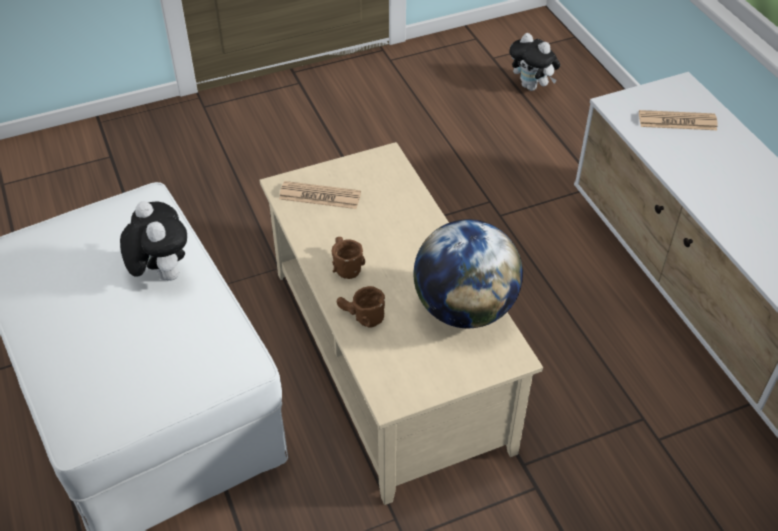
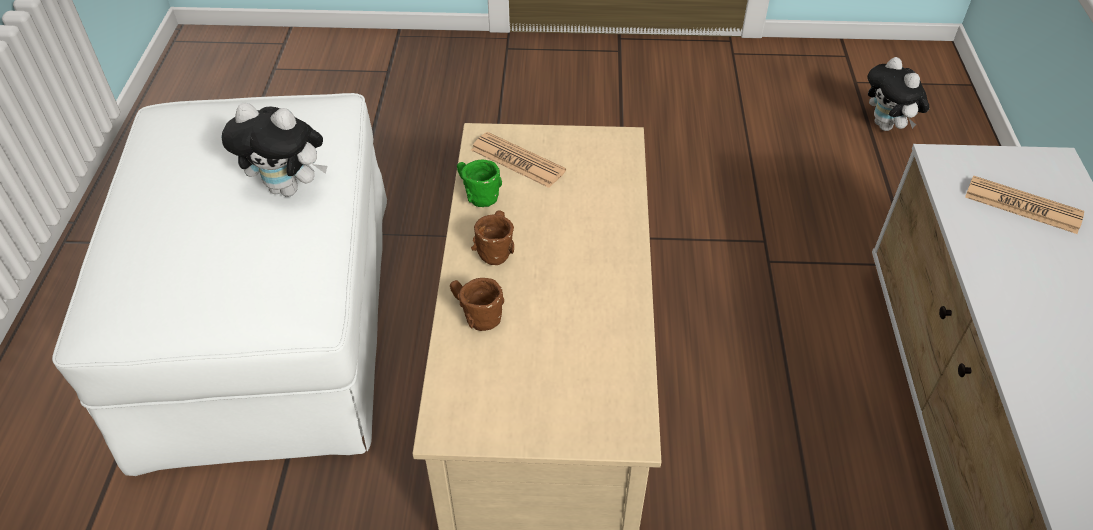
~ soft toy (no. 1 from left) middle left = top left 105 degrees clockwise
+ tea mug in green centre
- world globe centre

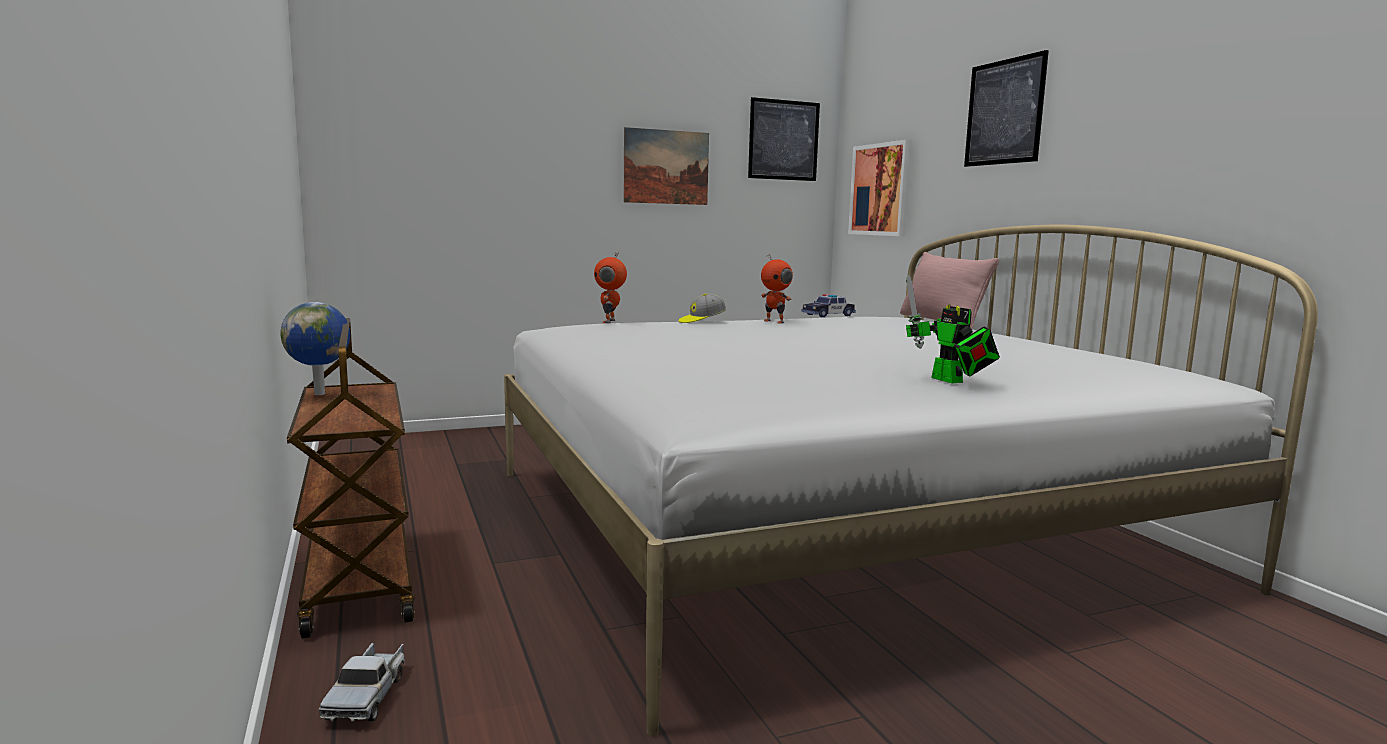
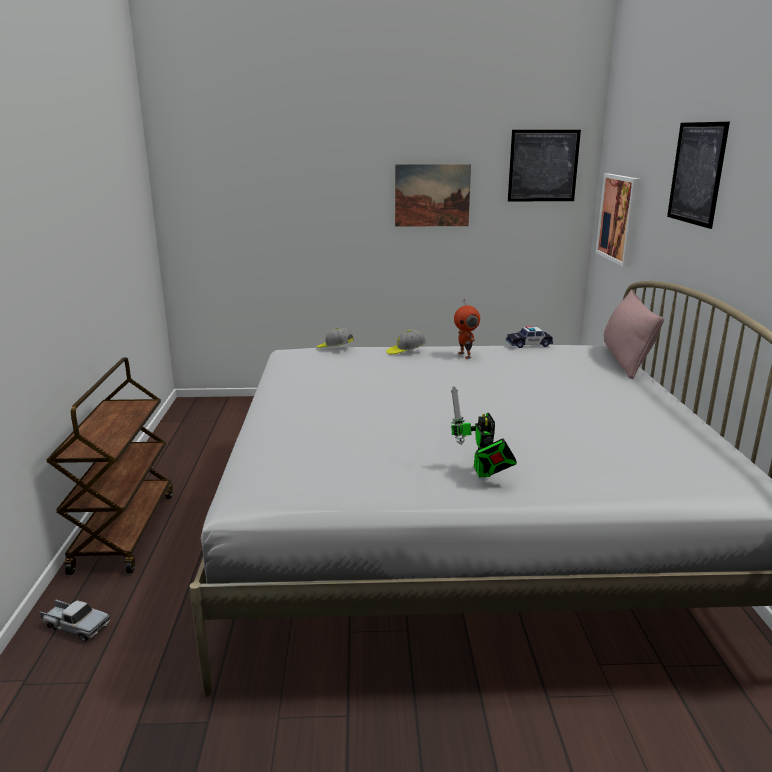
~ model truck bottom left = bottom left 90 degrees counterclockwise
~ toy robot (no. 1 from left) centre to peaked cap (no. 1 from left) centre
- world globe middle left

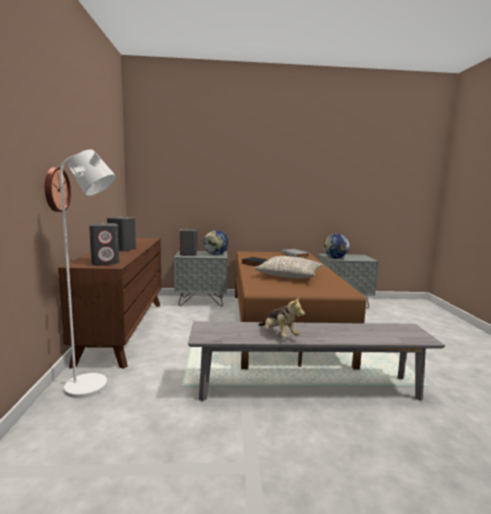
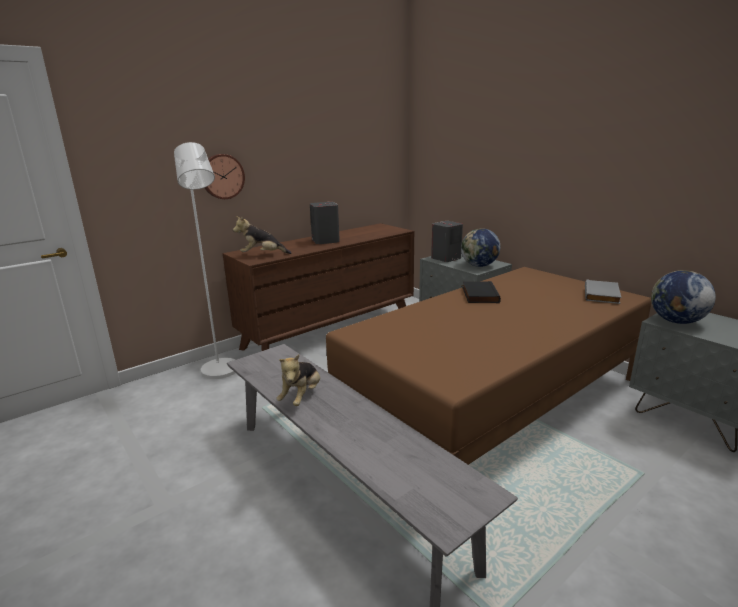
~ speaker in gray (no. 1 from left) middle left to soft toy (no. 1 from left) centre
- pillow in gray centre

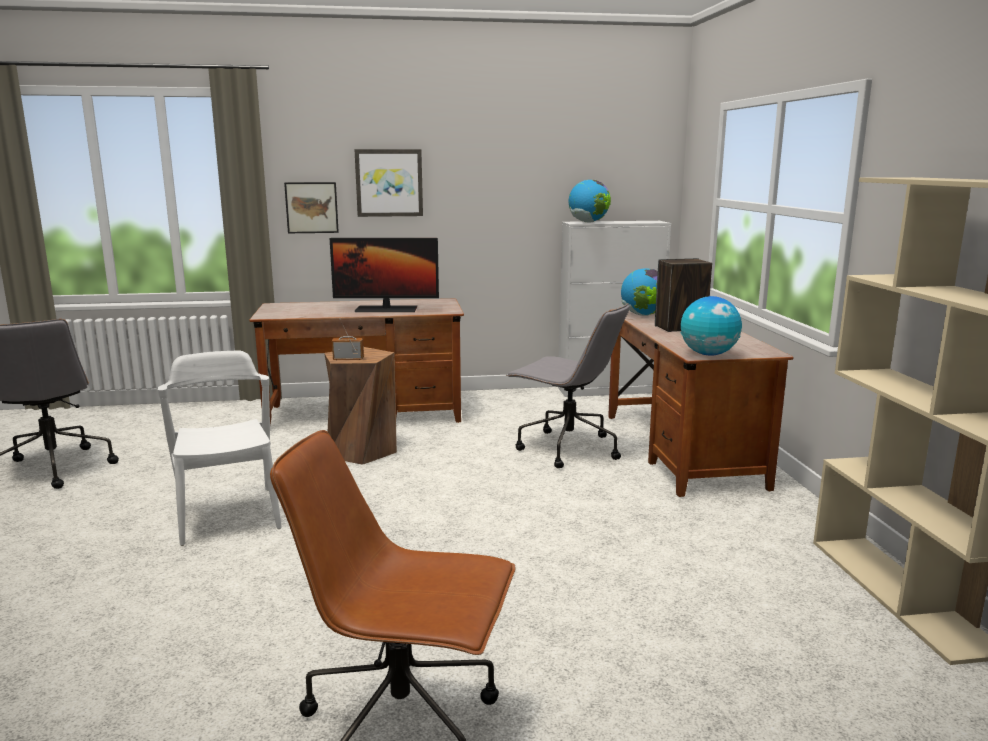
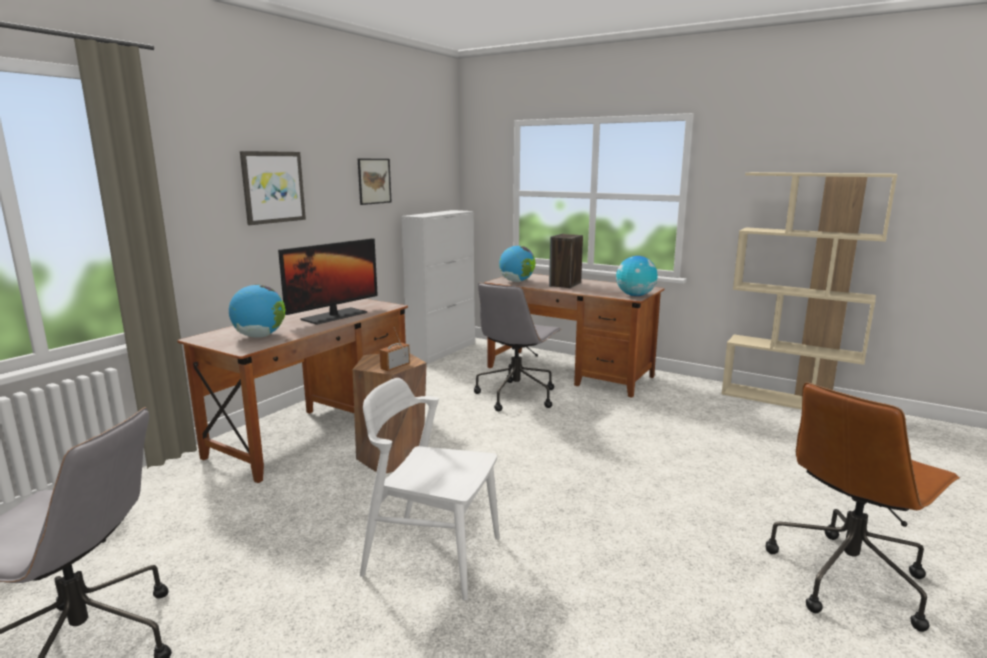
~ world globe (no. 1 from left) top centre to middle left
~ picture (no. 1 from left in the first image) top left to picture (no. 2 from left) top centre
~ office chair in gray (no. 2 from left) centre = centre 135 degrees clockwise

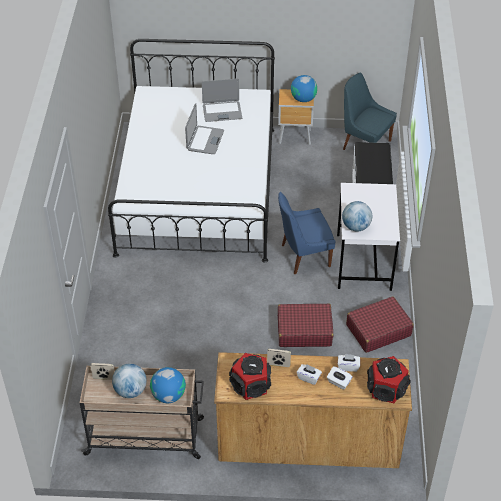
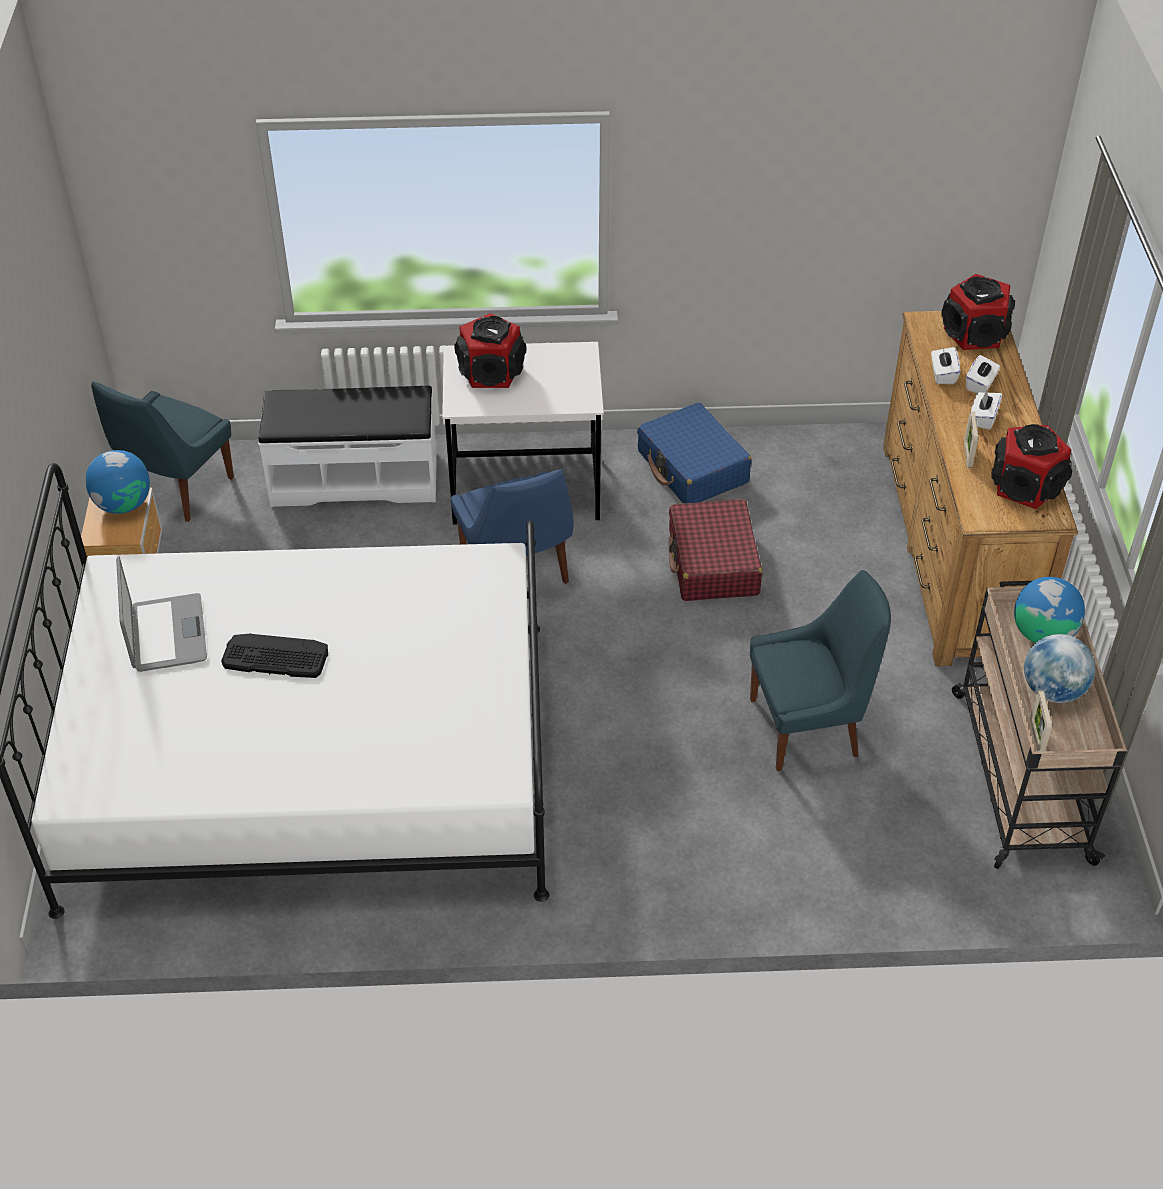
~ notebook computer (no. 1 from left) top centre to PC keyboard middle left
+ speaker (no. 1 from left) top centre
~ suitcase in reddish (no. 2 from left) middle right to suitcase in bluish centre
+ chair in bluish (no. 3 from left) middle right
- world globe (no. 4 from left) middle right

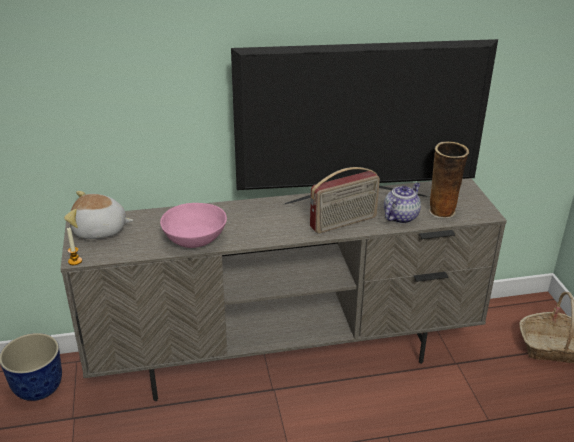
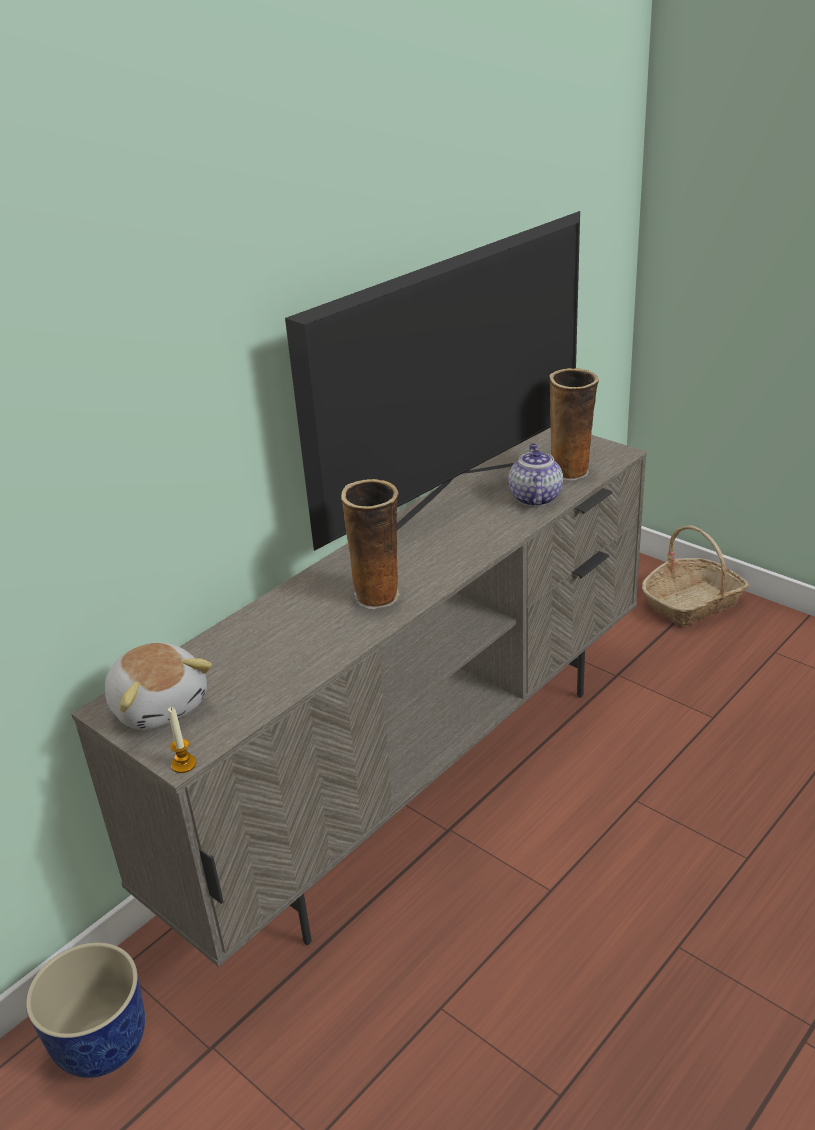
~ soft toy middle left = middle left 90 degrees counterclockwise
+ decorative vase (no. 1 from left) centre
- serving bowl in pinkish centre
- radio receiver centre

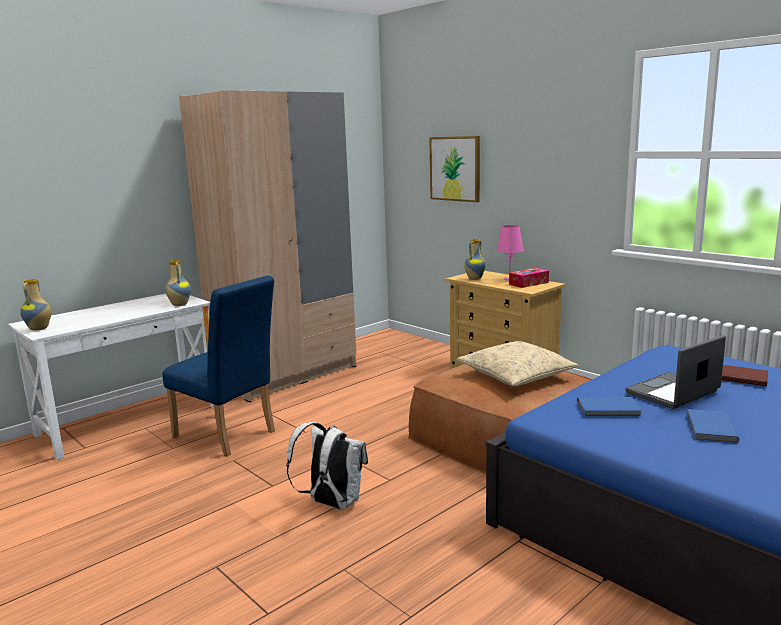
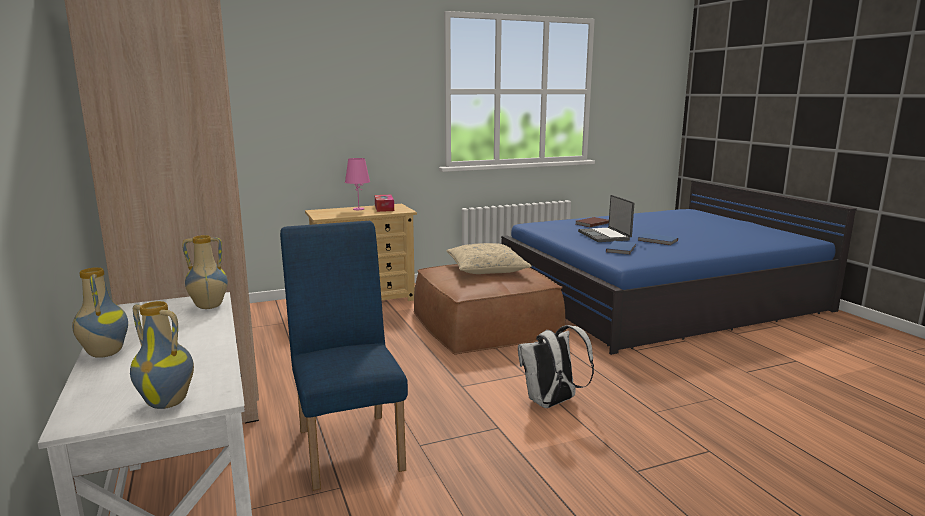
~ decorative vase (no. 3 from left in the first image) centre to decorative vase (no. 1 from left) middle left
~ chair in bluish middle left = bottom centre 75 degrees counterclockwise
- picture top centre

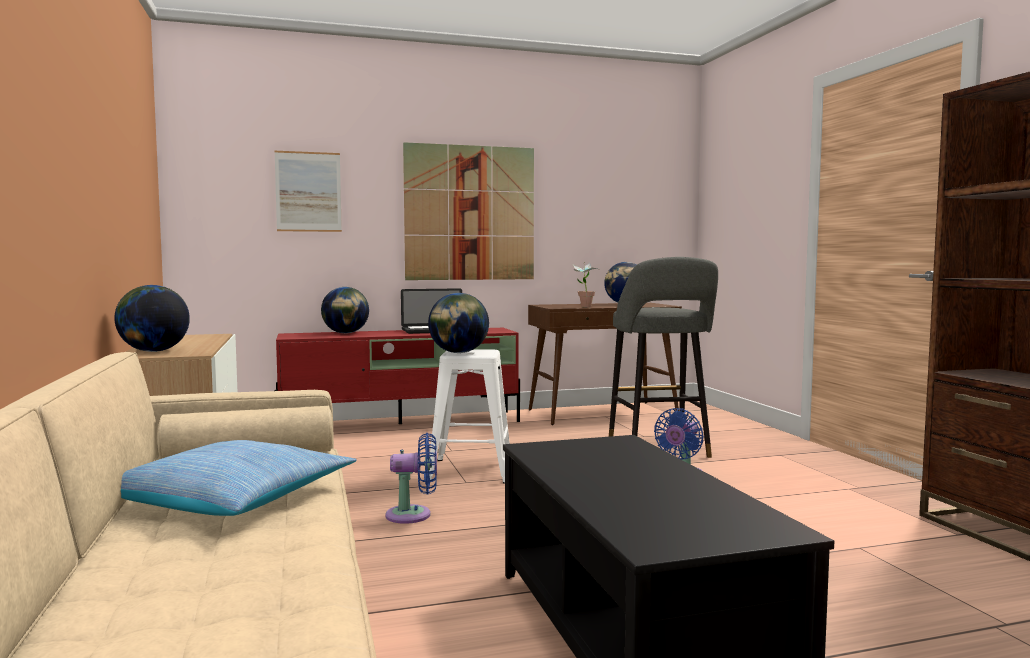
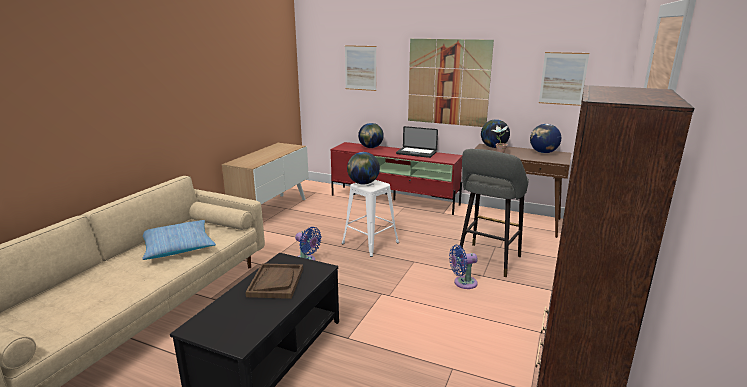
+ serving tray in brown bottom centre
~ world globe (no. 1 from left in the first image) middle left to world globe (no. 3 from left) centre
+ picture (no. 3 from left) top right

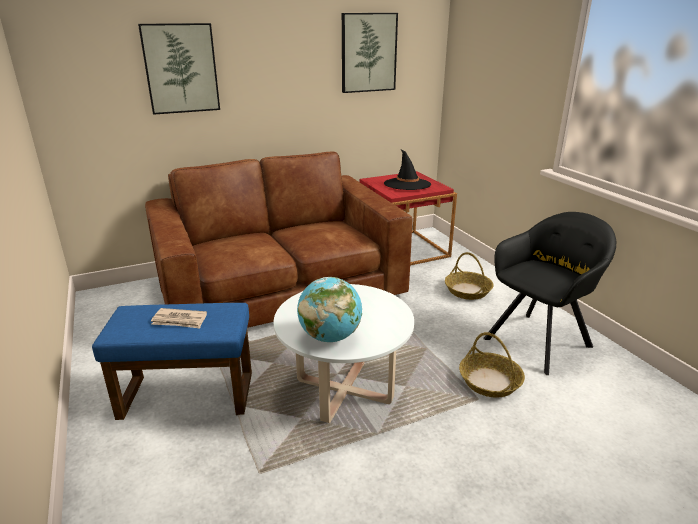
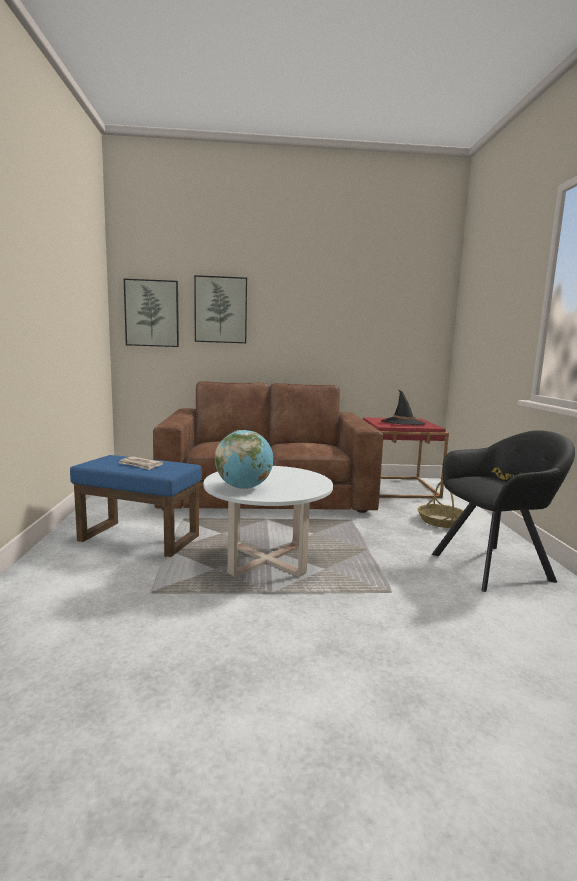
~ picture (no. 2 from left in the first image) top centre to picture (no. 1 from left) middle left
- basket (no. 2 from left) bottom right

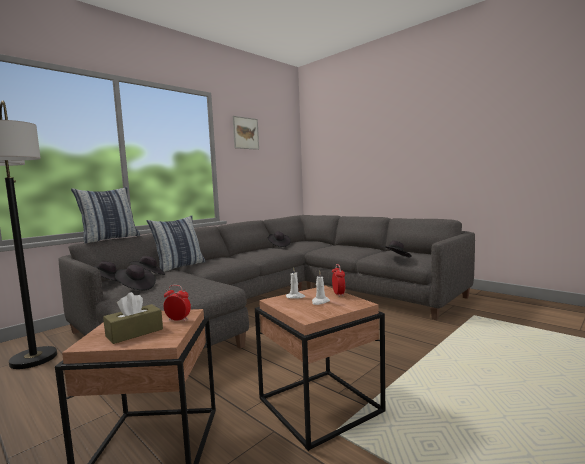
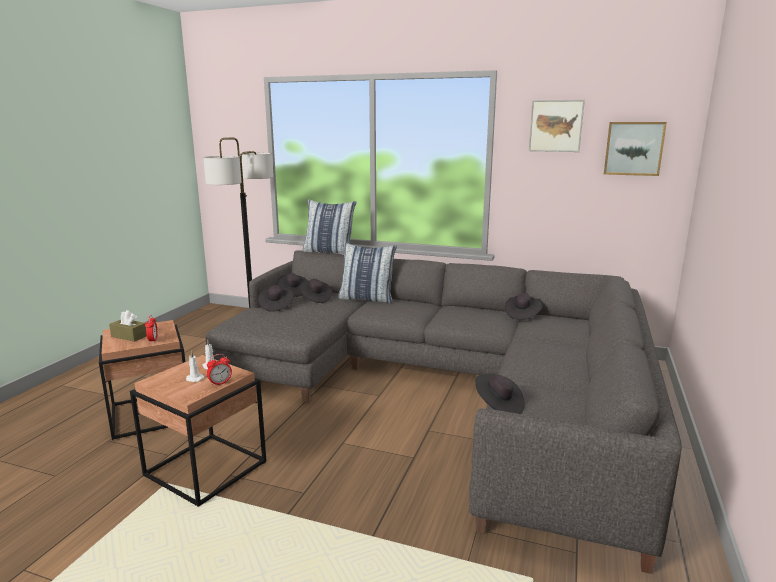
+ picture (no. 2 from left) top right

